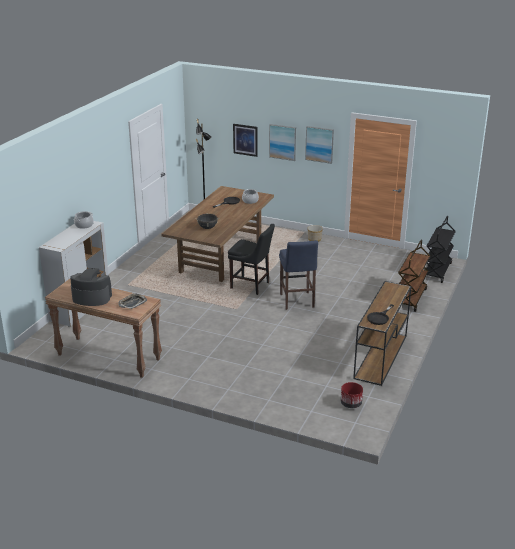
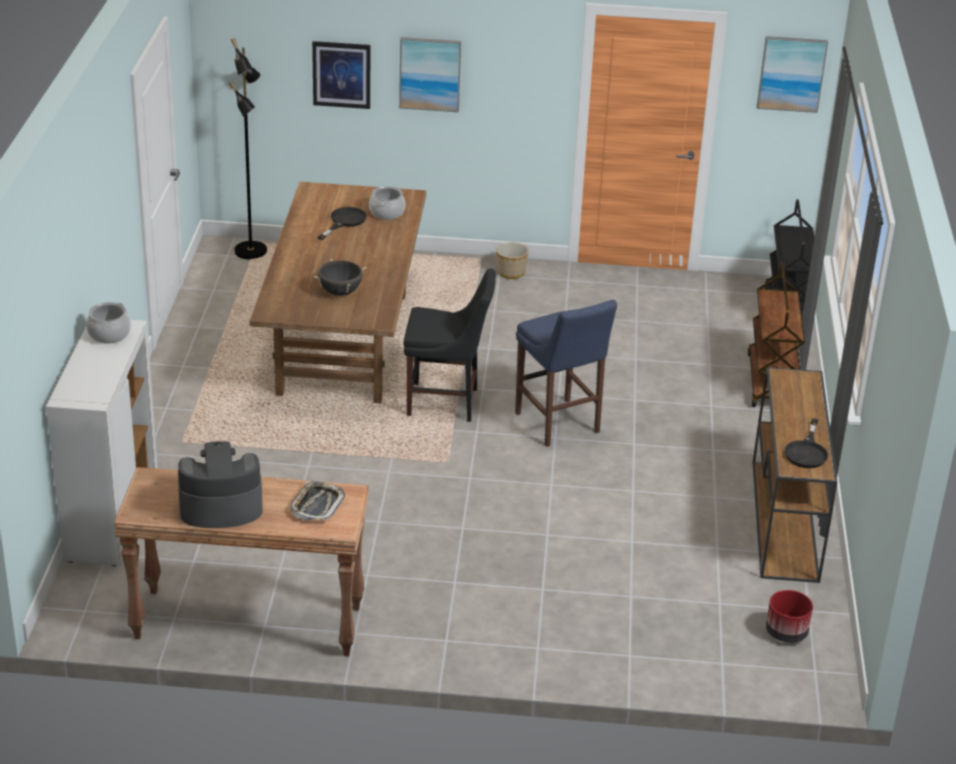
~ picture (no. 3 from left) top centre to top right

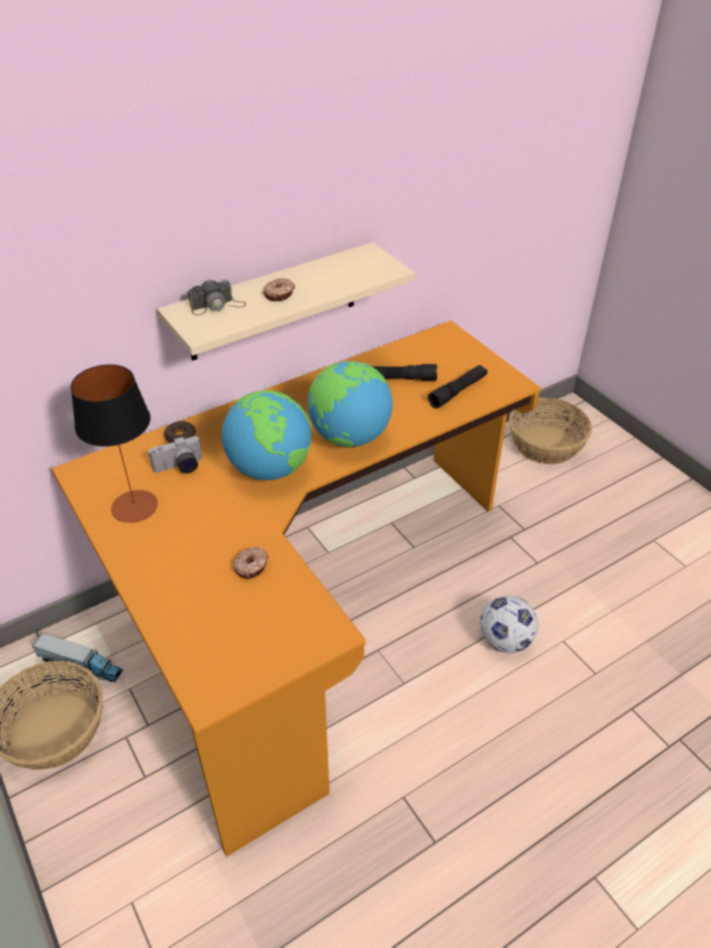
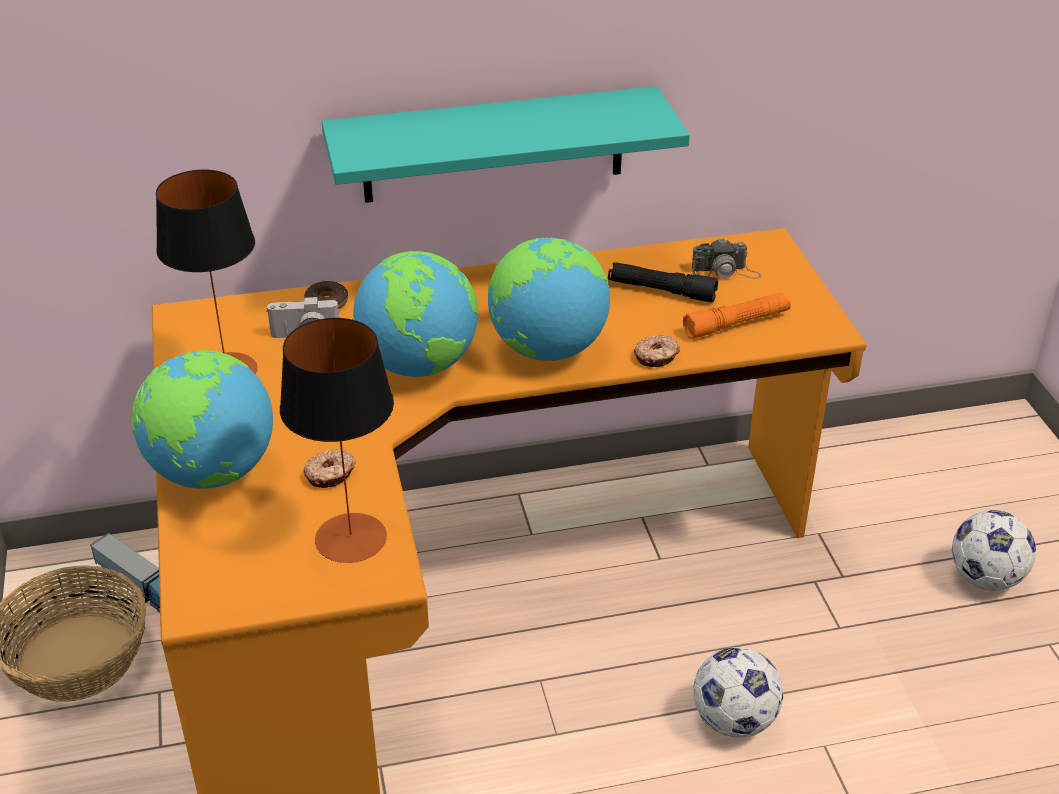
+ world globe (no. 1 from left) middle left
+ table lamp (no. 2 from left) middle left
~ shelf in beige-coloured top centre to shelf in turquoise-coloured top centre
~ doughnut (no. 3 from left) top centre to centre
~ flashlight in black (no. 2 from left) centre to flashlight in orange middle right
~ still camera (no. 2 from left) top left to top right
+ football (no. 2 from left) bottom right
- basket (no. 2 from left) middle right

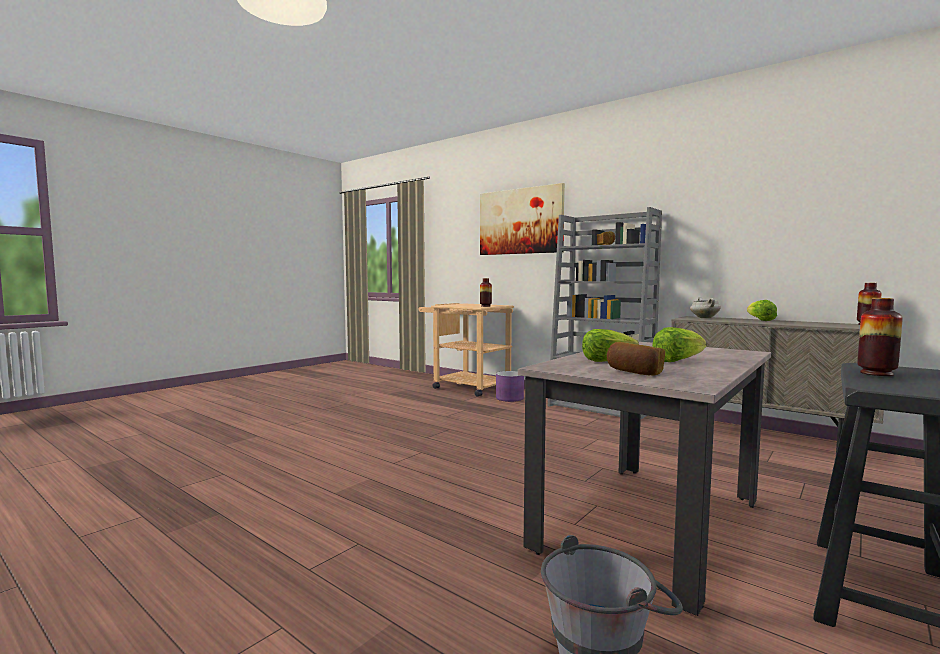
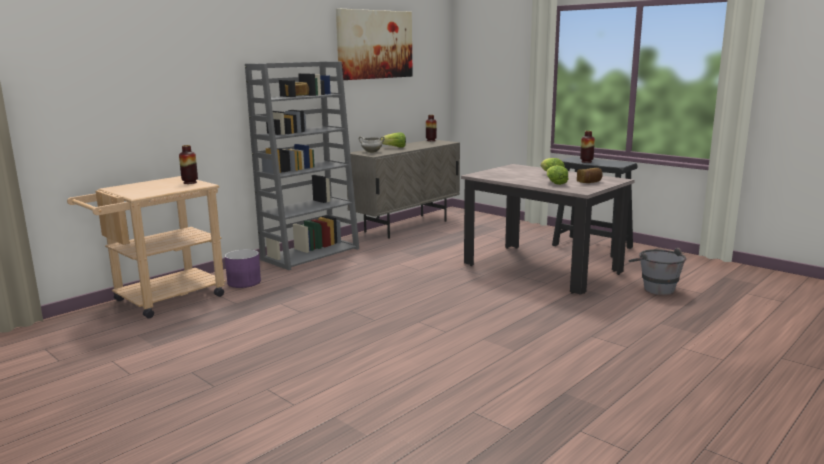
~ picture centre to top centre

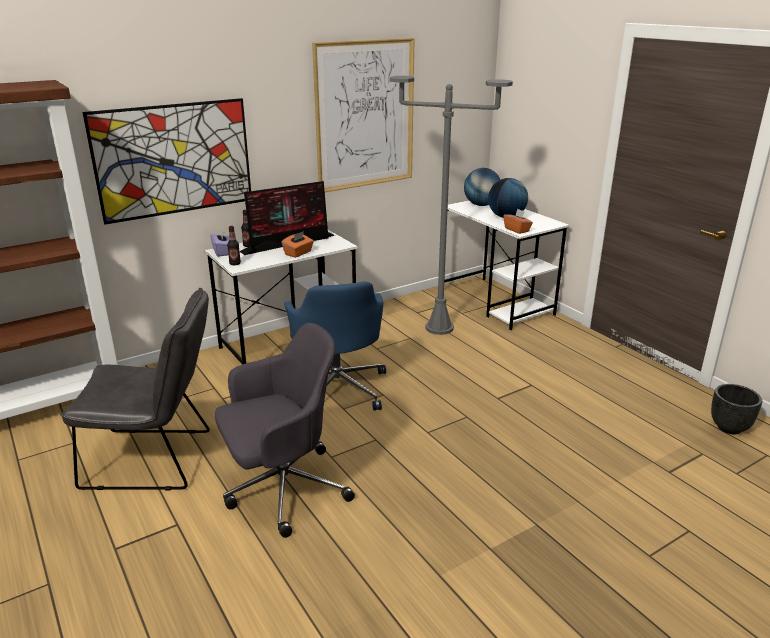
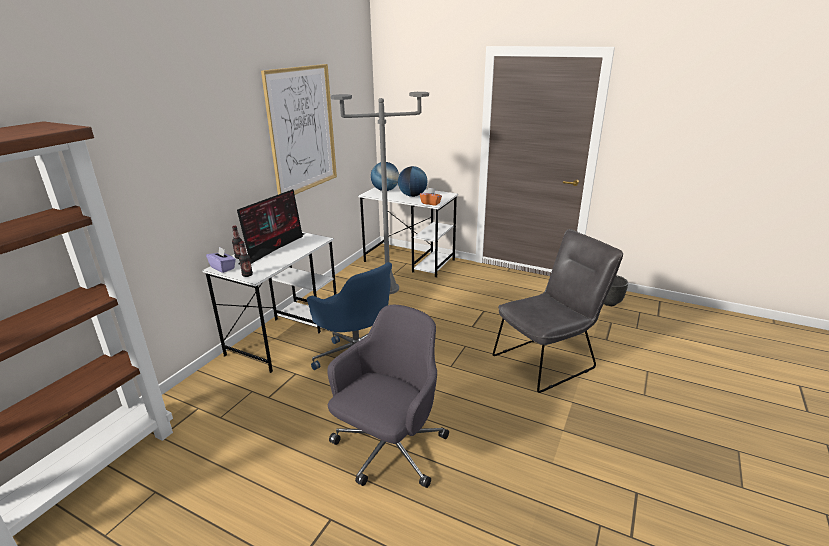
~ chair in gray middle left to middle right
- picture (no. 1 from left) top left
- box of tissues in orange (no. 1 from left) centre

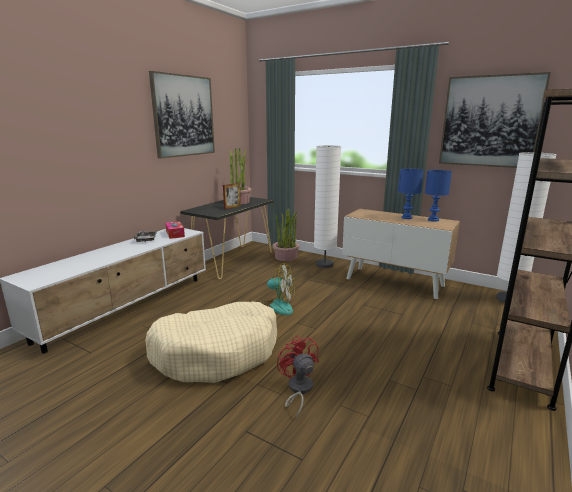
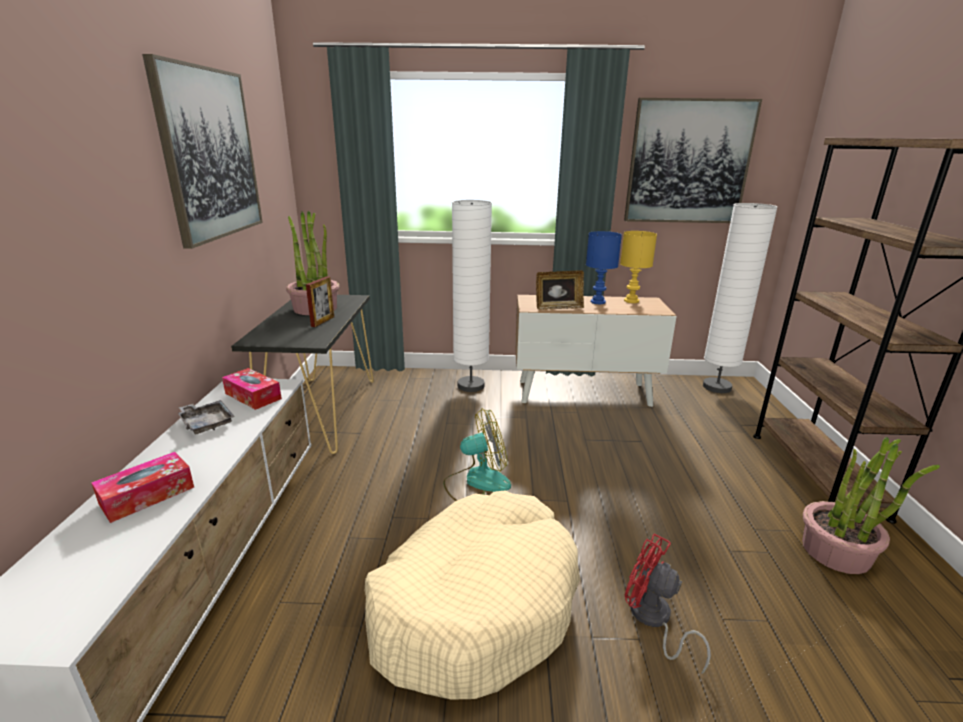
+ box of tissues (no. 1 from left) bottom left
+ picture frame (no. 2 from left) centre
~ table lamp in bluish (no. 2 from left) middle right to table lamp in yellowish centre
~ plant in a pot (no. 2 from left) centre to bottom right

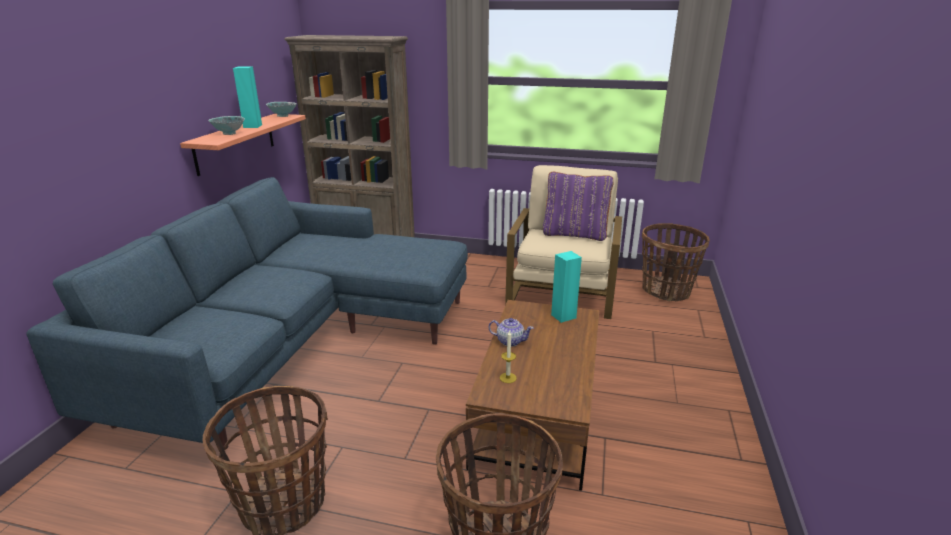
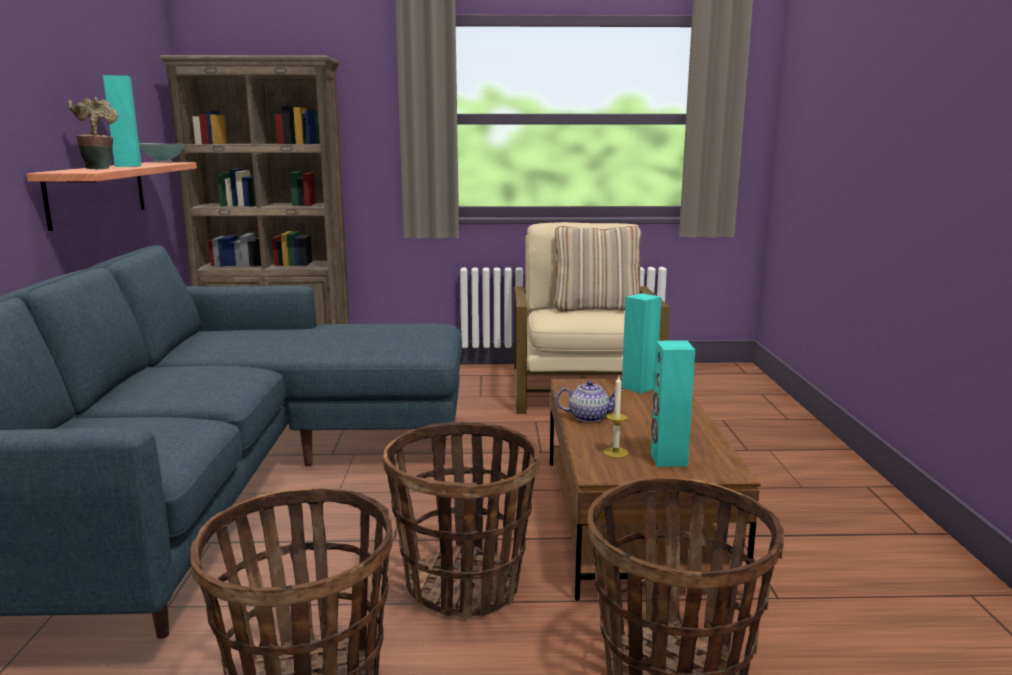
~ serving bowl (no. 1 from left) top left to plant in a pot top left
~ basket (no. 3 from left in the first image) middle right to basket (no. 2 from left) bottom centre
~ pillow in purple centre to pillow in beige-coloured centre
+ speaker in turquoise-coloured (no. 3 from left) centre

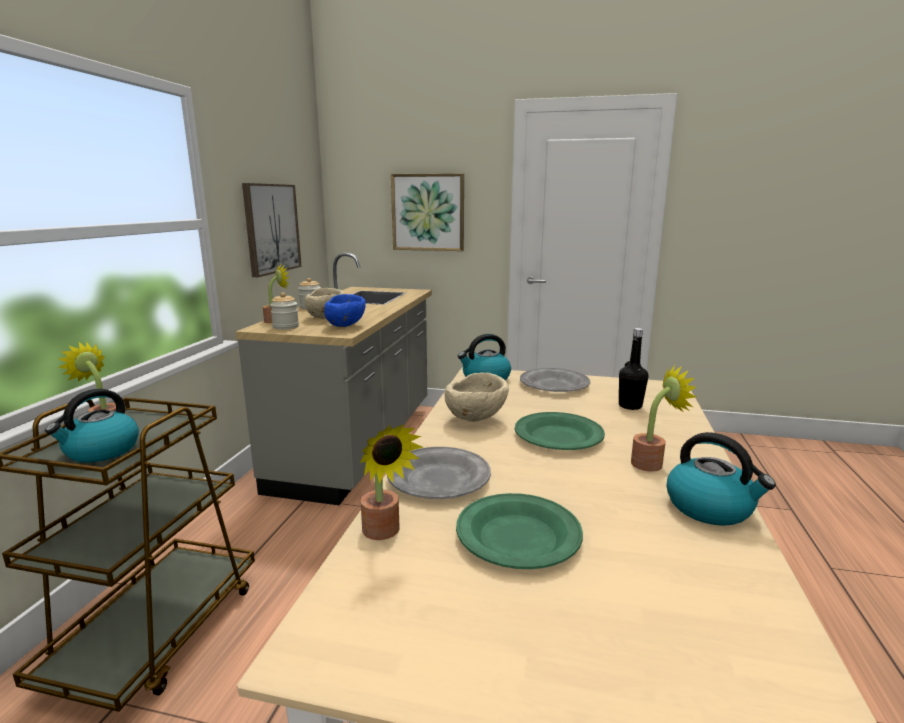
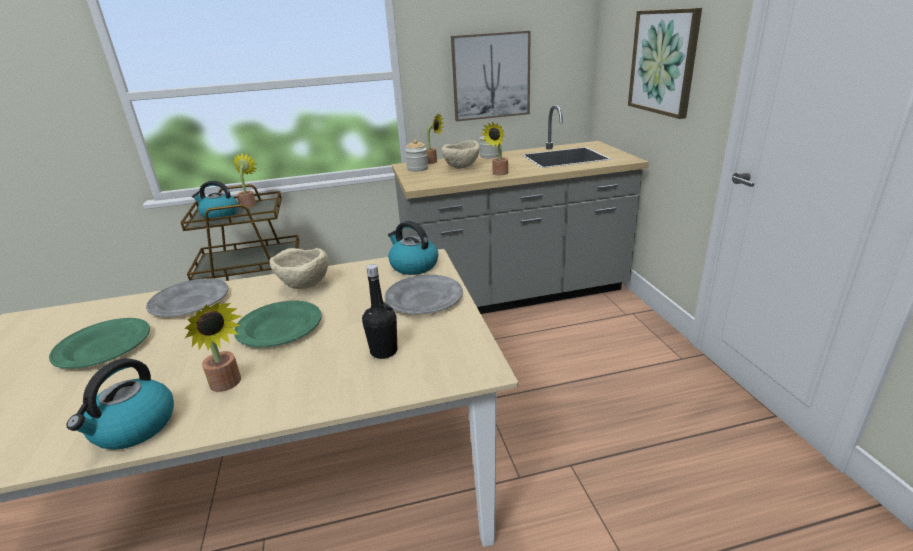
~ plant in a pot (no. 3 from left in the first image) bottom centre to plant in a pot (no. 4 from left) top centre
- serving bowl in bluish centre

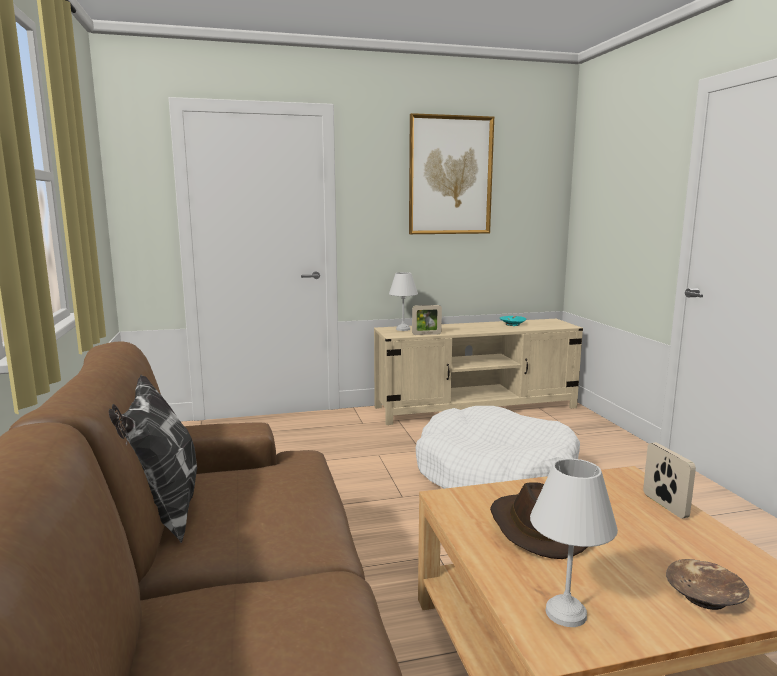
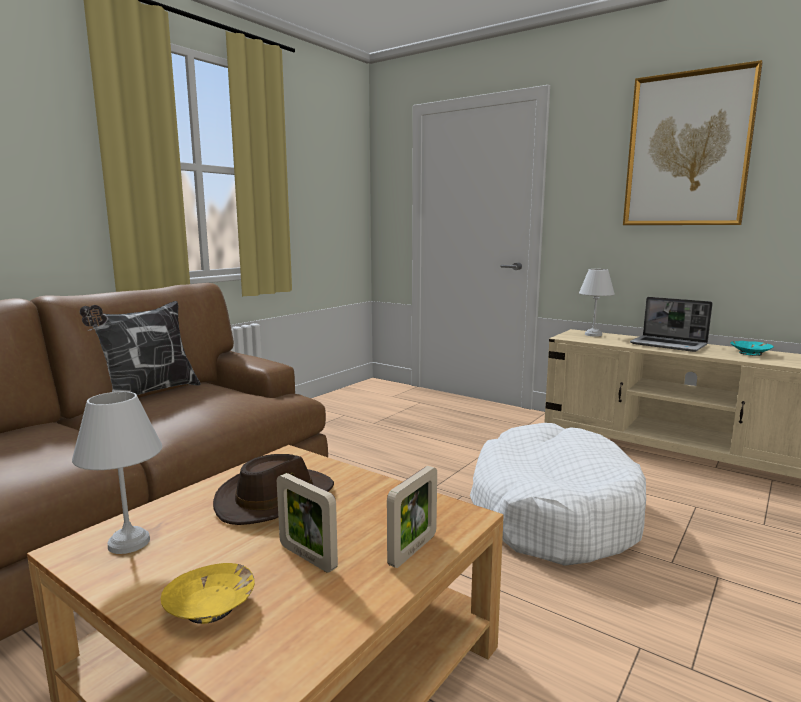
~ serving bowl in brown bottom right to serving bowl in yellowish bottom left
~ picture frame (no. 1 from left) centre to bottom centre
+ notebook computer middle right

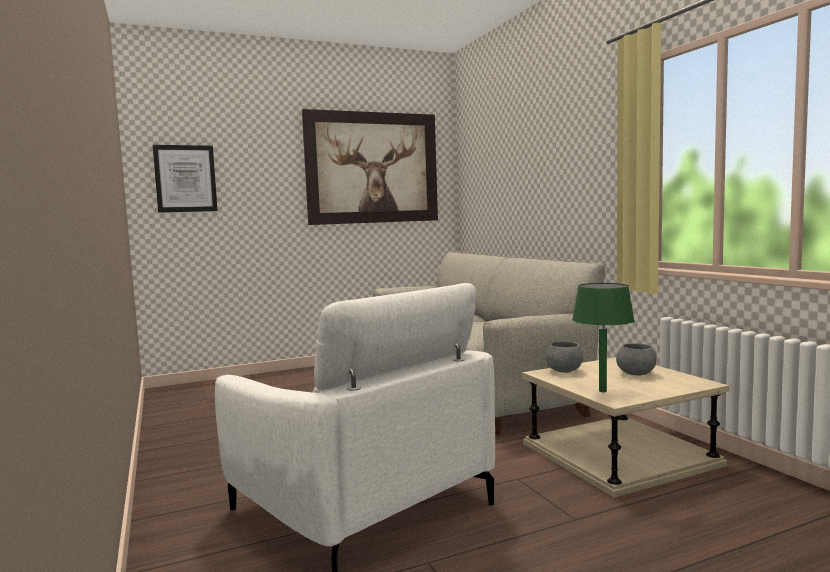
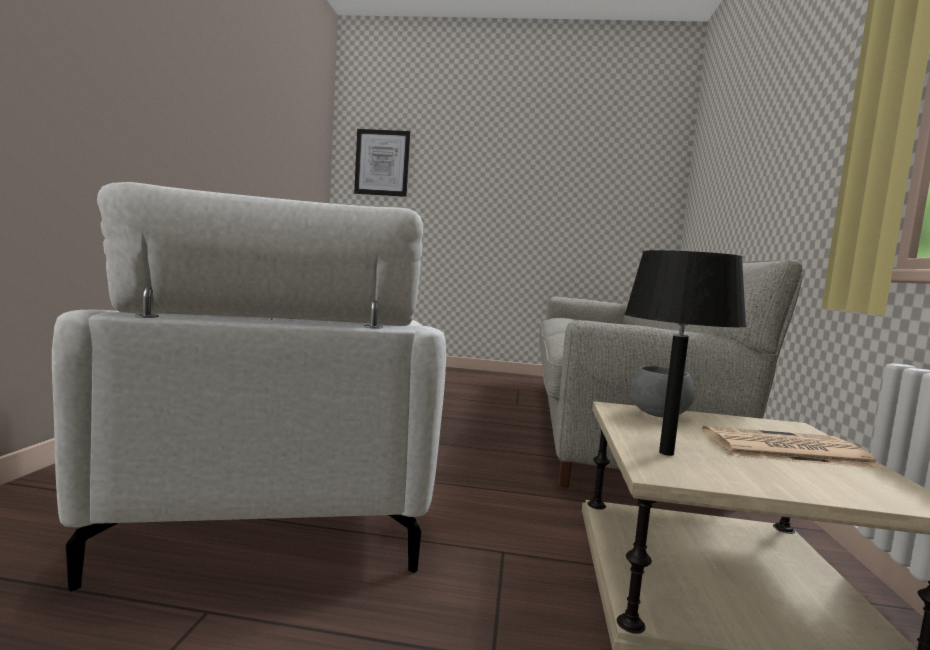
~ table lamp in green middle right to table lamp in black middle right
~ serving bowl in gray (no. 2 from left) middle right to printed paper bottom right
- picture (no. 2 from left) top centre

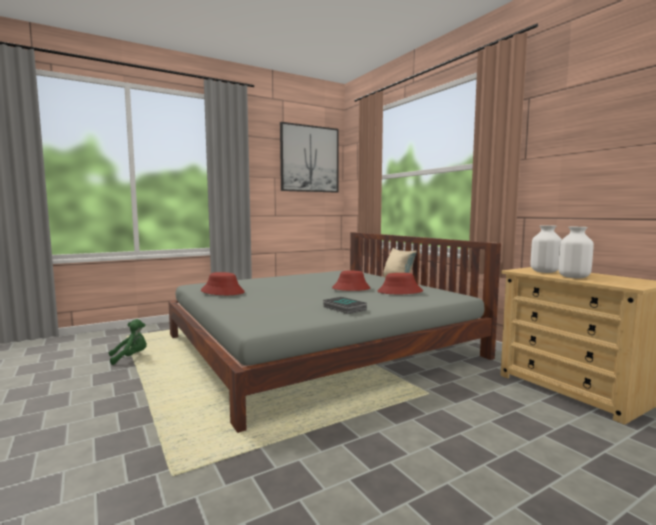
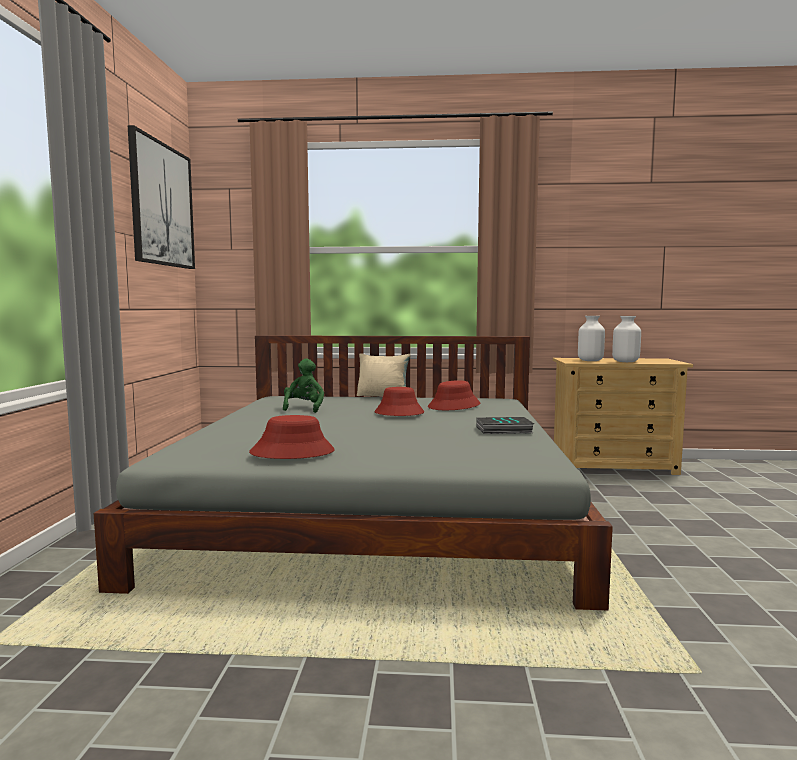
~ soft toy in green middle left to centre

